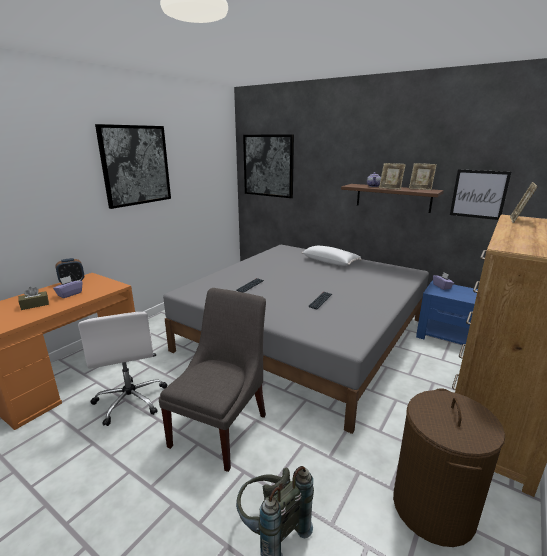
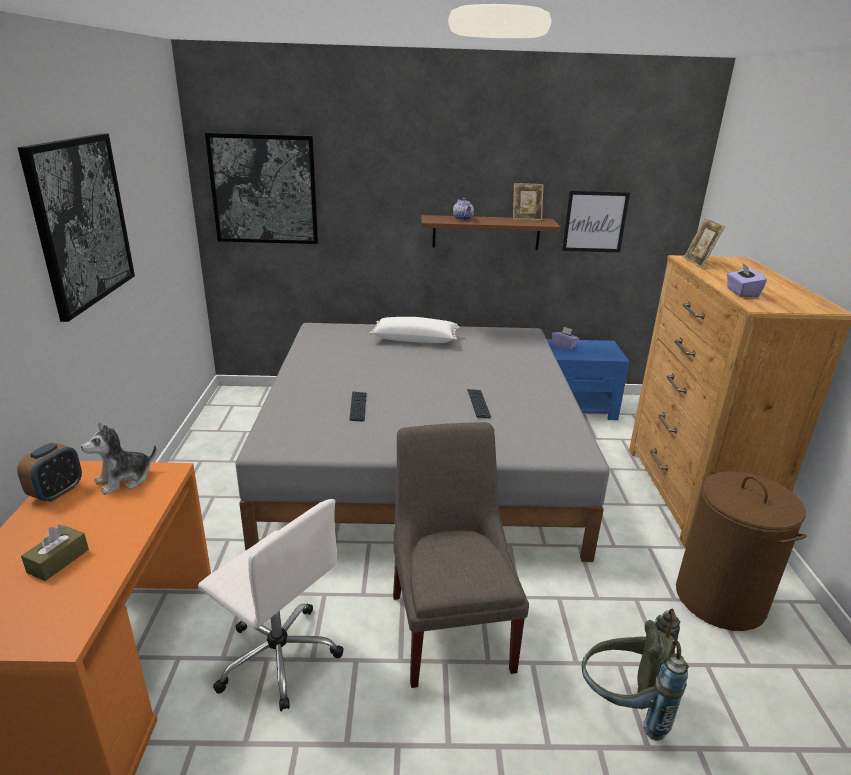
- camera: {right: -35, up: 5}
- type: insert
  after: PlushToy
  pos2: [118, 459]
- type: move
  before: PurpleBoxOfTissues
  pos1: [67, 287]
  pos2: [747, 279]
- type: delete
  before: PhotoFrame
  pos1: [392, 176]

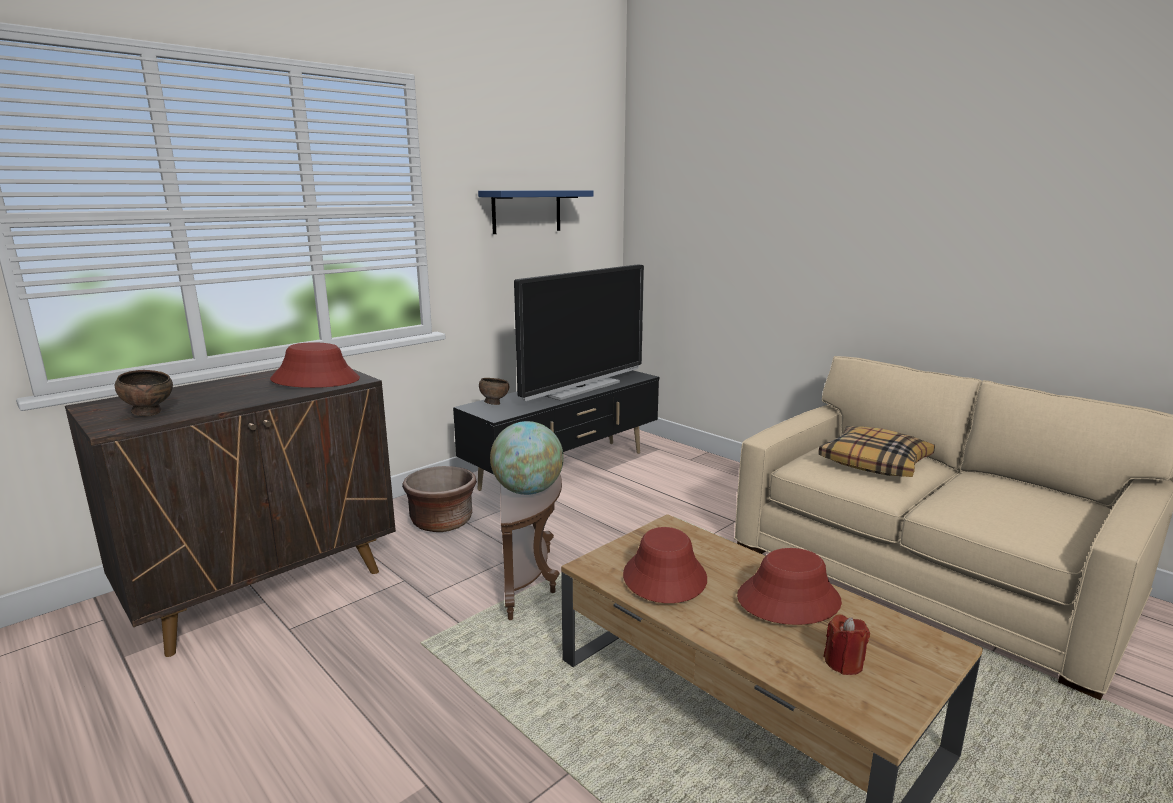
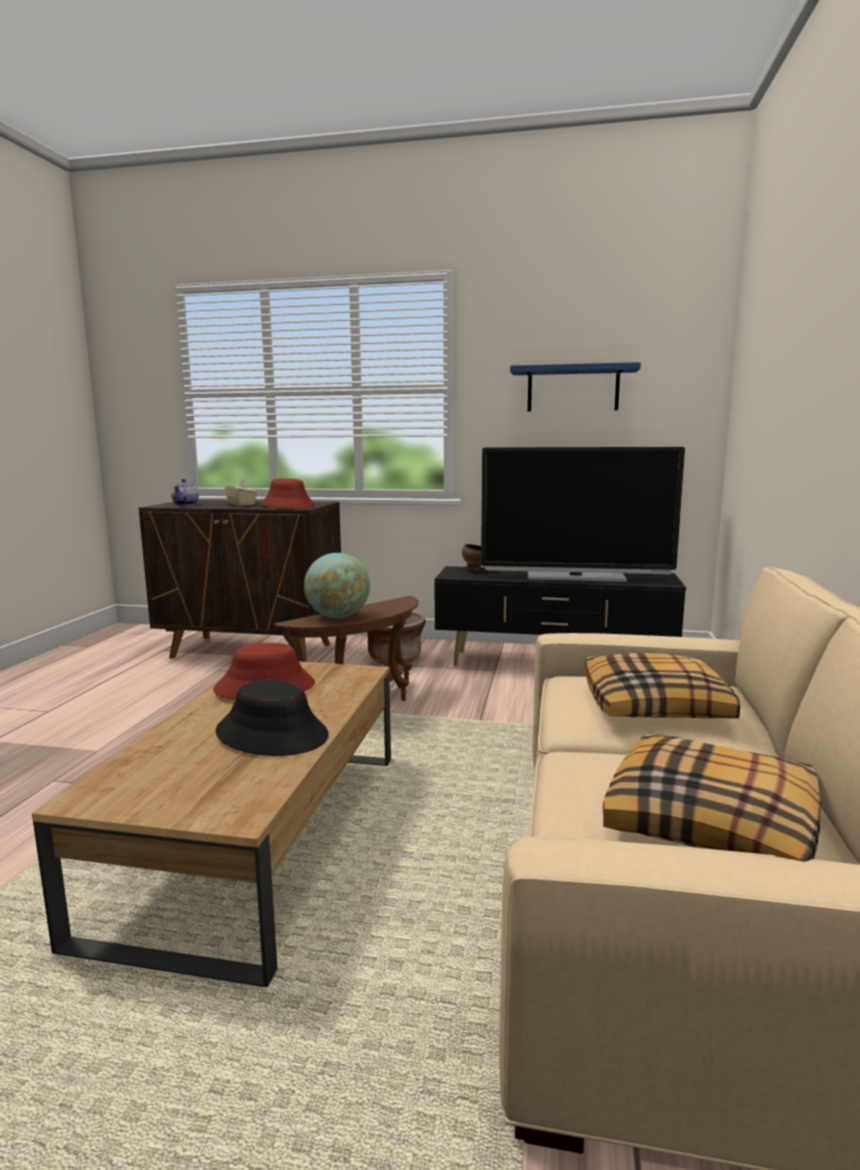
- camera: {right: 55, up: -5}
- type: replace
  before: BrownColouredBowl
  after: Teapot
  pos1: [143, 393]
  pos2: [185, 492]
- type: recolor
  before: RedColouredWearableHat
  after: BlackishWearableHat
  pos1: [789, 586]
  pos2: [272, 717]
- type: insert
  after: BeigeBoxOfTissues
  pos2: [241, 492]
- type: insert
  after: Cushion
  pos2: [712, 797]
- type: delete
  before: RedColouredWaxLight
  pos1: [847, 645]

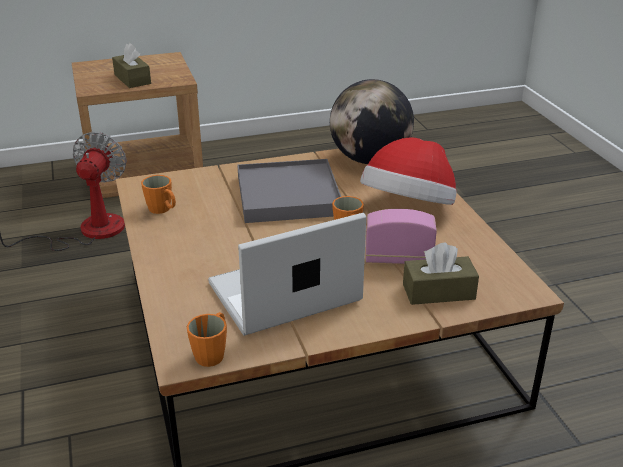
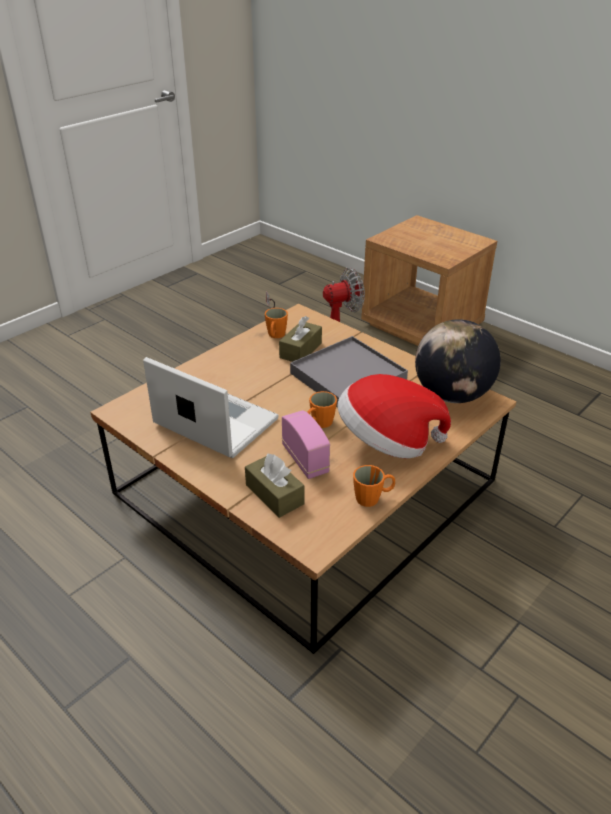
- camera: {right: 60, up: 5}
- type: move
  before: BrownColouredBoxOfTissues
  pos1: [131, 65]
  pos2: [300, 339]
- type: move
  before: OrangeyMug
  pos1: [207, 339]
  pos2: [374, 486]

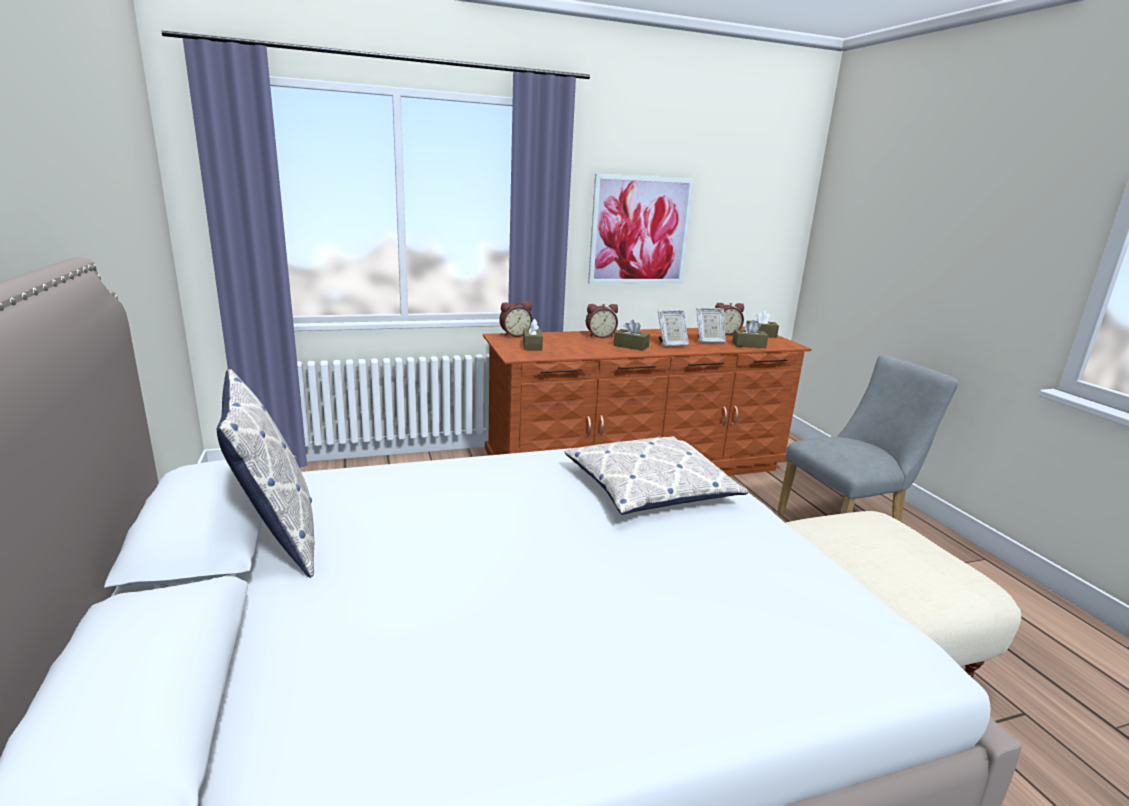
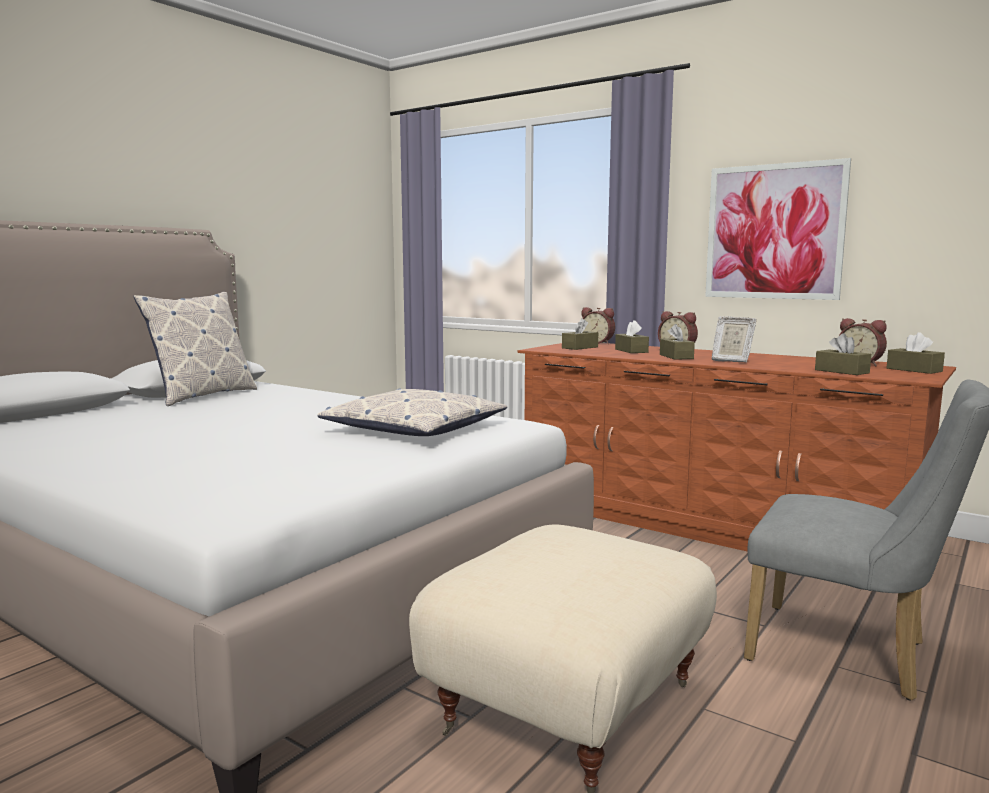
- camera: {right: 55, up: -10}
- type: insert
  after: BrownColouredBoxOfTissues
  pos2: [632, 336]
- type: delete
  before: PhotoFrame
  pos1: [711, 325]

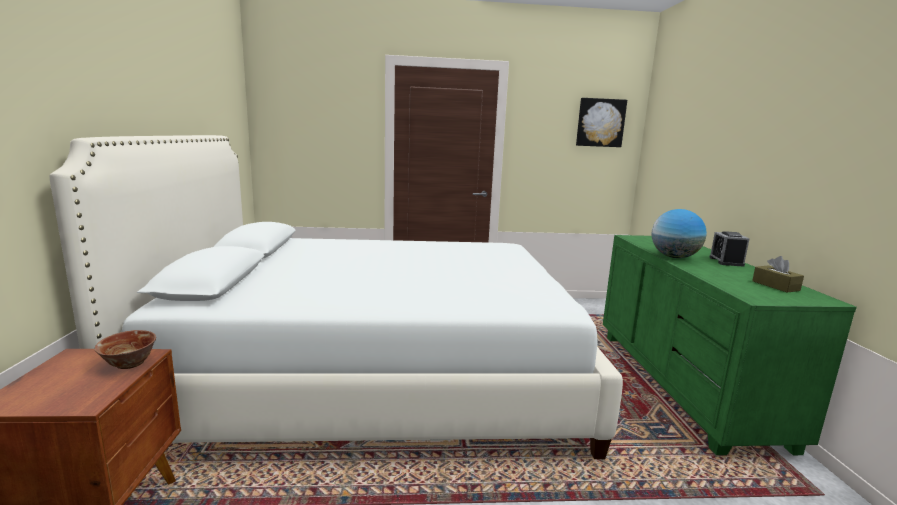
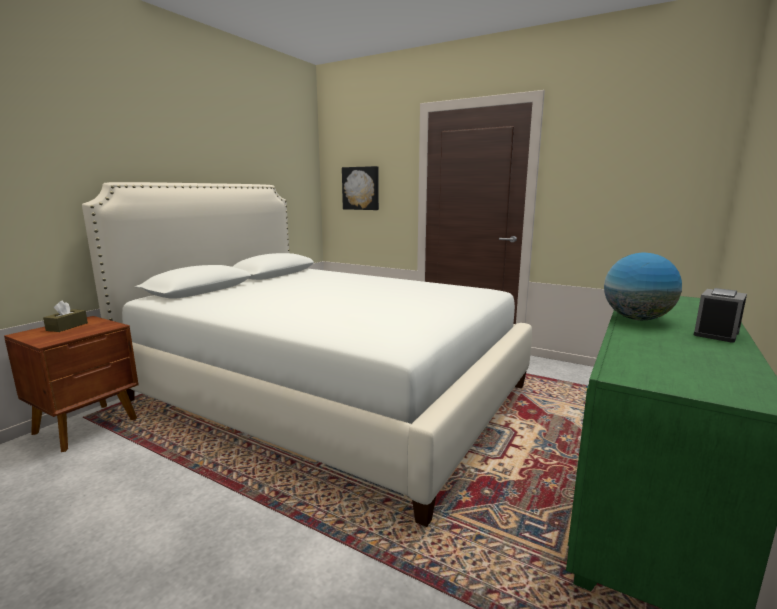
- camera: {right: 35, up: 0}
- type: move
  before: BrownColouredBoxOfTissues
  pos1: [778, 274]
  pos2: [65, 316]
- type: move
  before: WallPicture
  pos1: [601, 122]
  pos2: [360, 188]
- type: delete
  before: Bowl
  pos1: [125, 349]

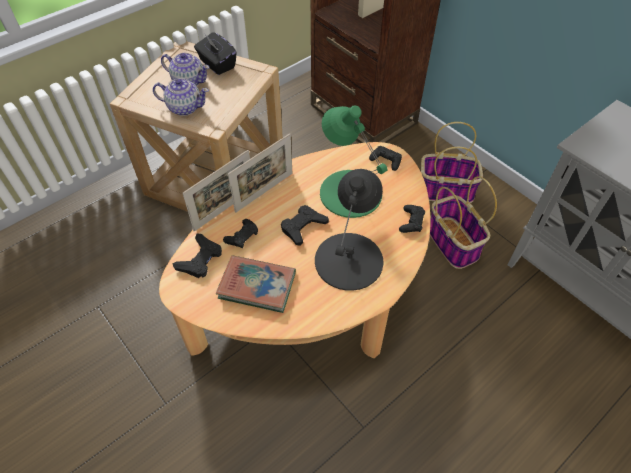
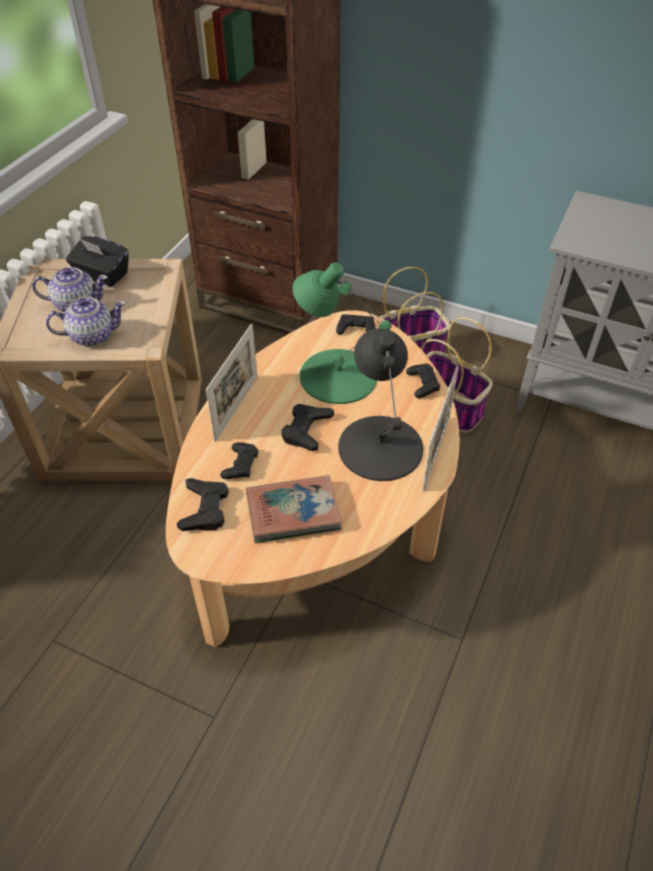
- camera: {right: -25, up: -5}
- type: move
  before: PhotoFrame
  pos1: [216, 191]
  pos2: [440, 429]

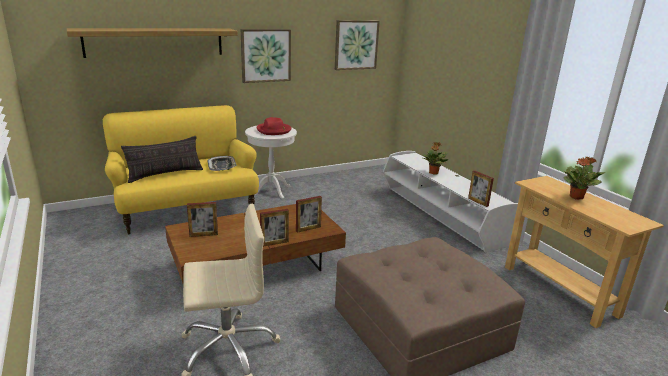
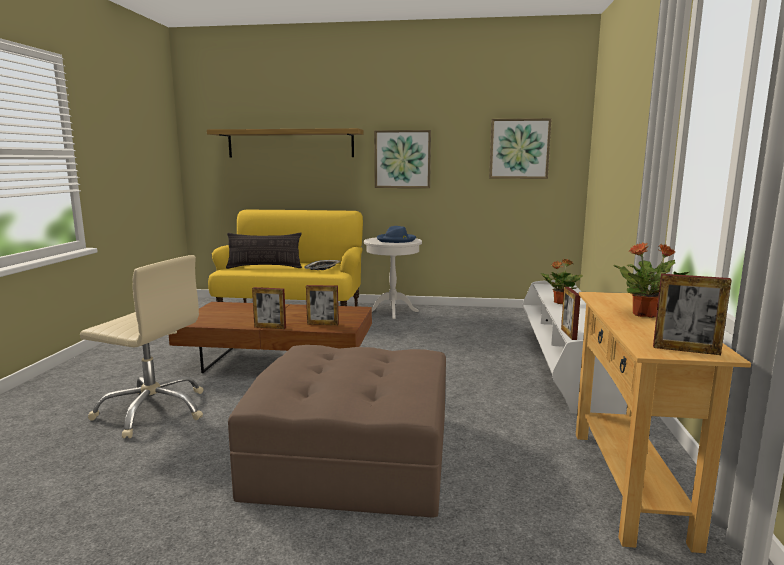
- camera: {right: 35, up: -10}
- type: recolor
  before: RedColouredWearableHat
  after: BlueWearableHat
  pos1: [274, 126]
  pos2: [396, 234]
- type: move
  before: PhotoFrame
  pos1: [202, 219]
  pos2: [692, 314]

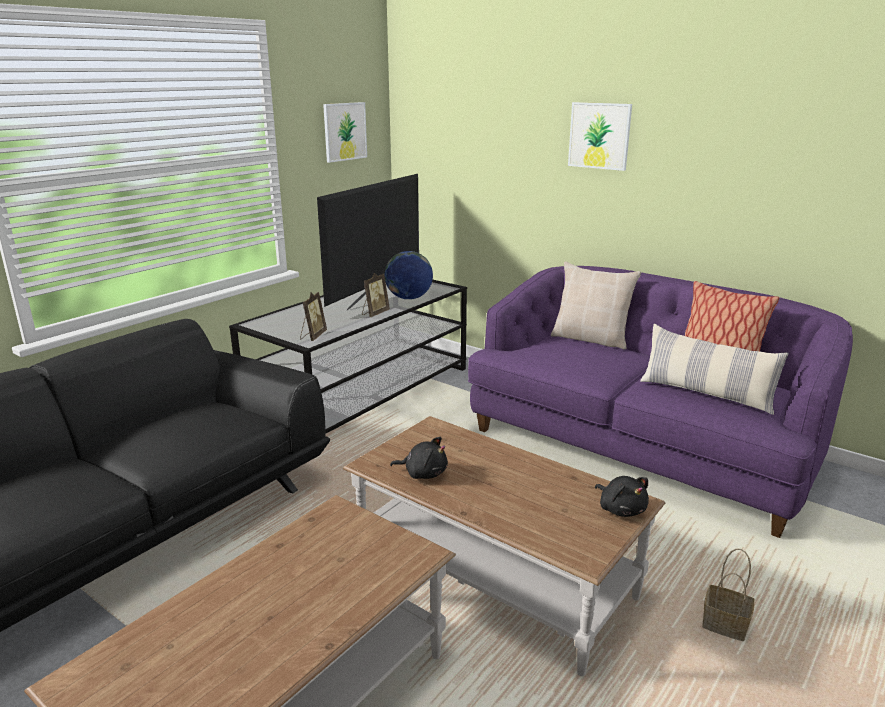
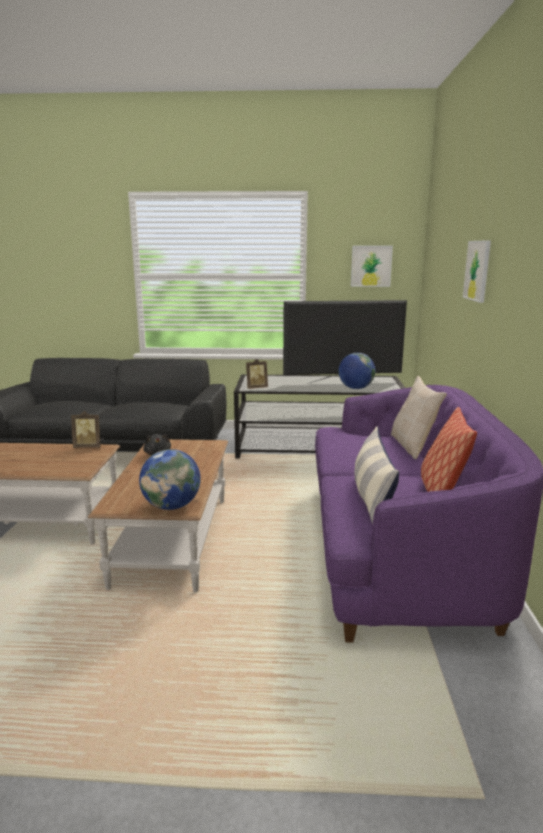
- camera: {right: 55, up: -5}
- type: move
  before: PhotoFrame
  pos1: [376, 295]
  pos2: [86, 429]
- type: replace
  before: BlackishPlushToy
  after: Globe
  pos1: [622, 496]
  pos2: [170, 479]
- type: delete
  before: HouseholdBasket
  pos1: [728, 594]

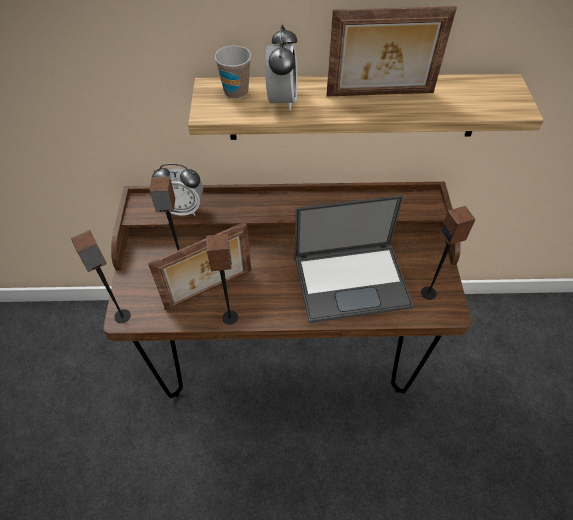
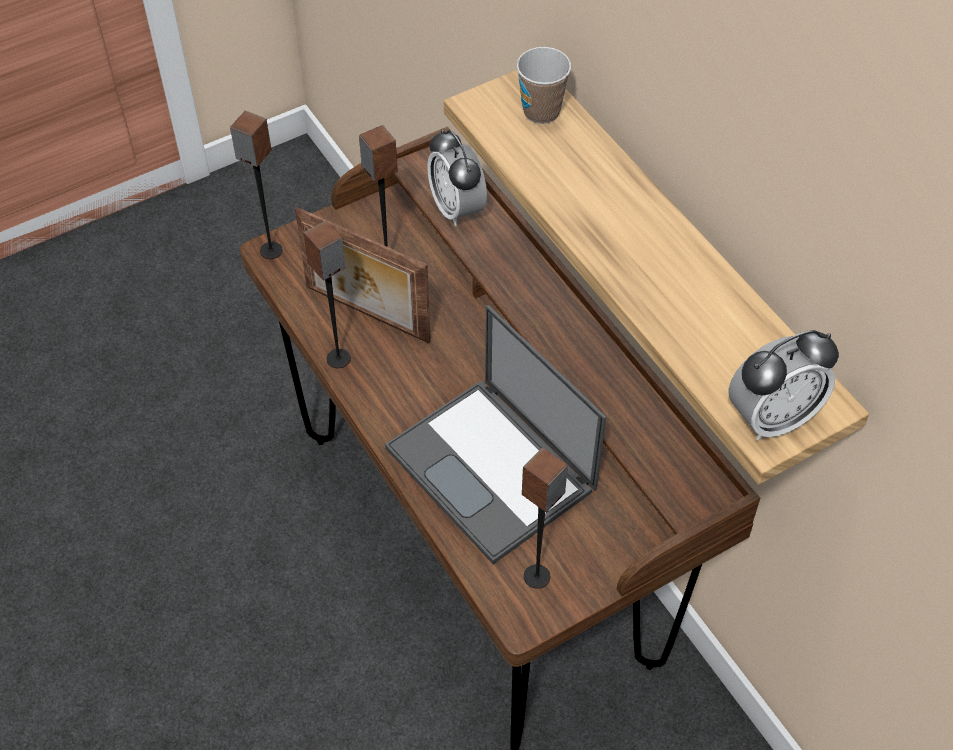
- camera: {right: 60, up: 0}
- type: move
  before: AlarmClock
  pos1: [281, 68]
  pos2: [784, 385]
- type: delete
  before: PhotoFrame
  pos1: [392, 51]

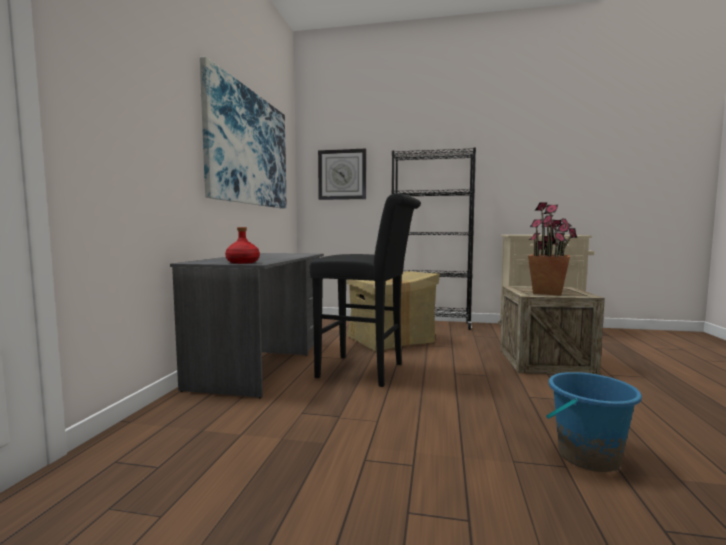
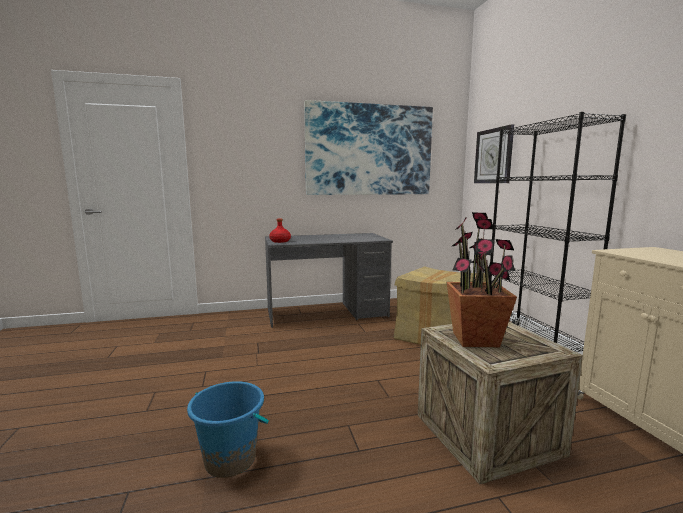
- camera: {right: 65, up: 5}
- type: delete
  before: BlackishStool
  pos1: [365, 290]

